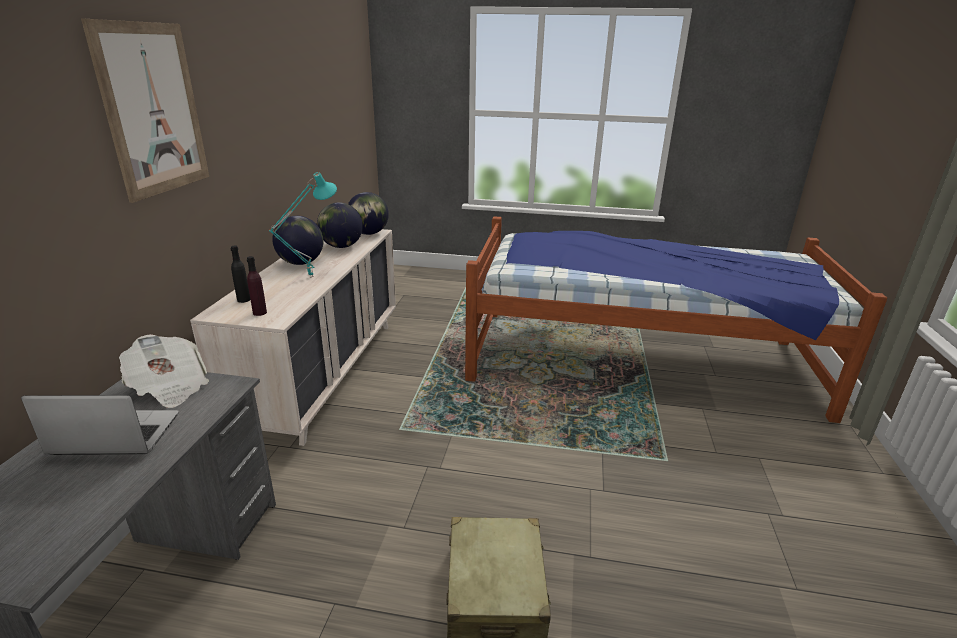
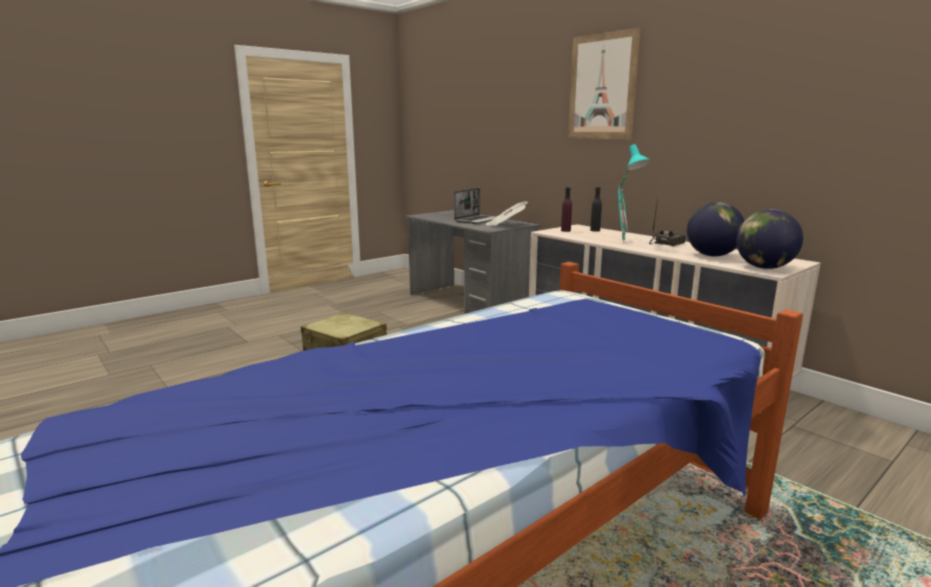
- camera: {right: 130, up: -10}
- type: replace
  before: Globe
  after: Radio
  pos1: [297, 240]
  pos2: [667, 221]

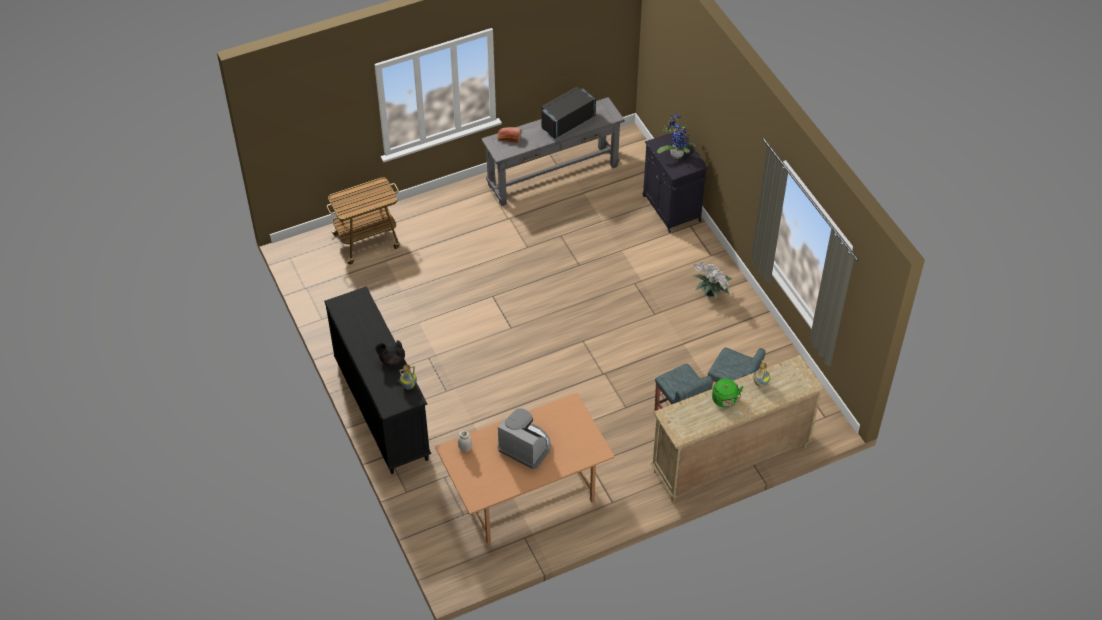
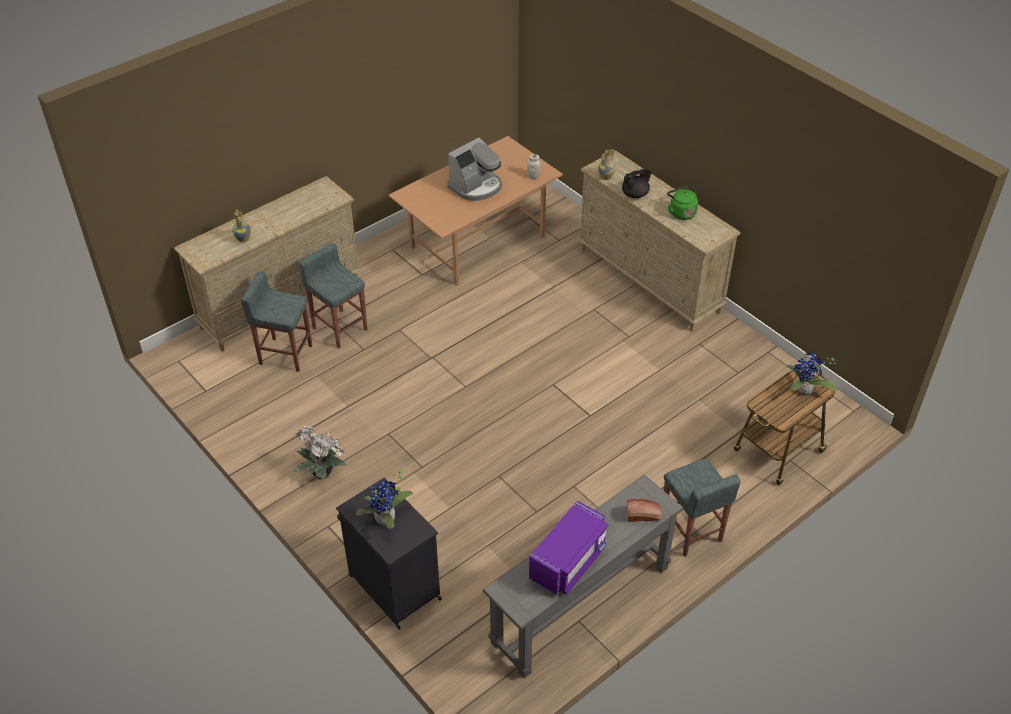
- camera: {right: 165, up: -5}
- type: rotate
  before: CoffeeMaker
  pos1: [524, 438]
  pos2: [474, 169]
  turn: -60
- type: recolor
  before: BlackishMicrowaveOven
  after: PurpleMicrowaveOven
  pos1: [568, 113]
  pos2: [569, 548]
- type: recolor
  before: BlackishDresser
  after: BeigeDresser
  pos1: [378, 380]
  pos2: [659, 240]
- type: insert
  after: GreyishStool
  pos2: [702, 508]
- type: move
  before: GreenWaterKettle
  pos1: [727, 392]
  pos2: [682, 203]
- type: insert
  after: PlantInAPot
  pos2: [811, 374]

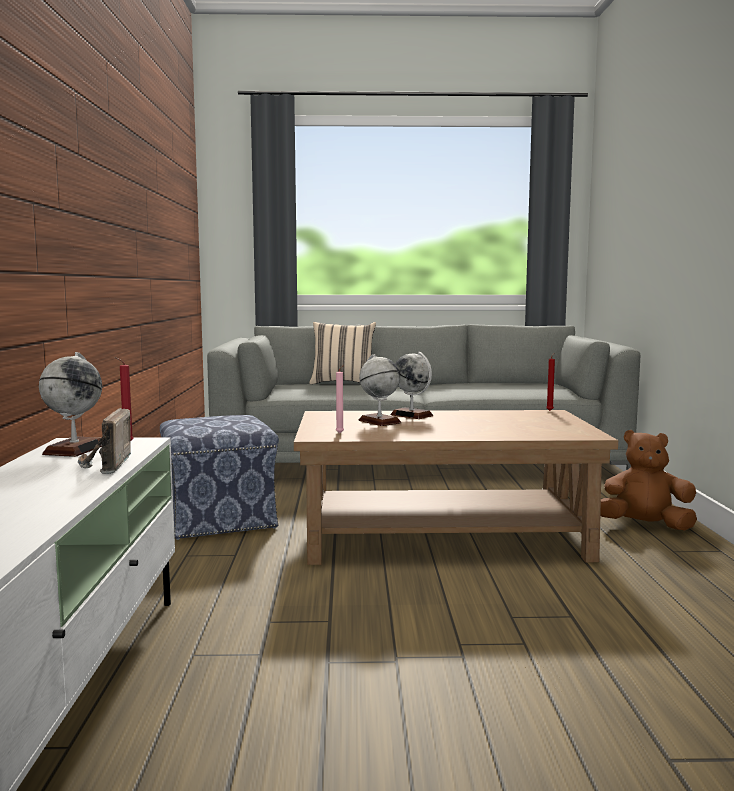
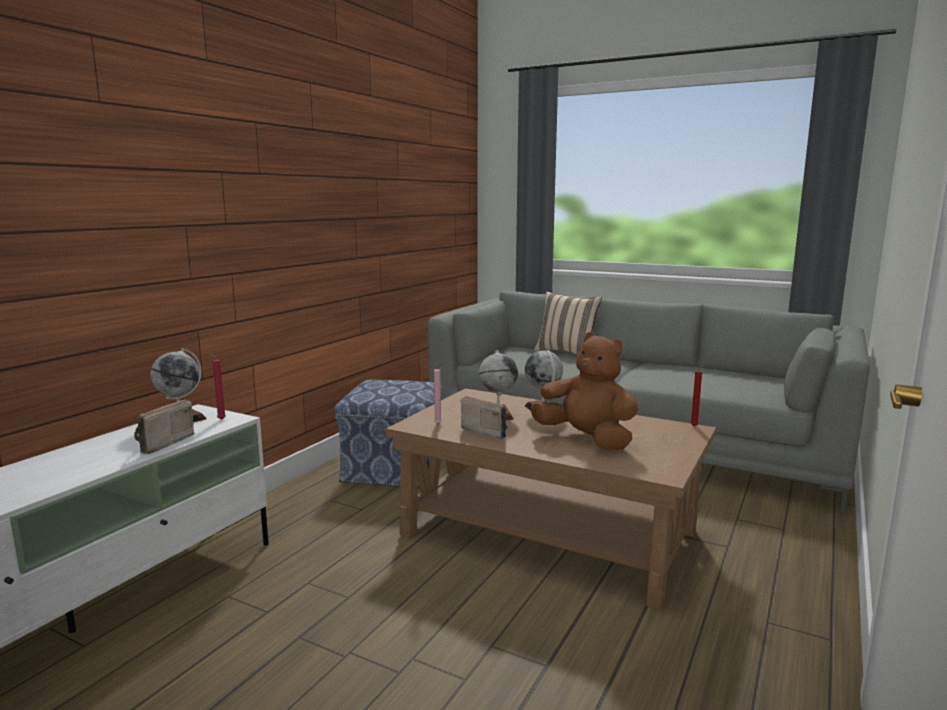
- camera: {right: 30, up: 5}
- type: insert
  after: Radio
  pos2: [486, 417]
- type: move
  before: BrownColouredPlushToy
  pos1: [648, 480]
  pos2: [584, 391]

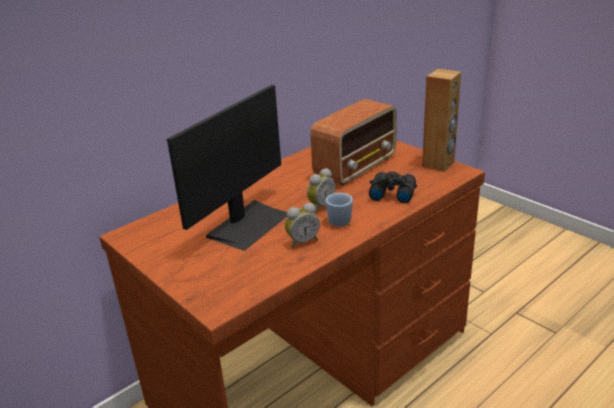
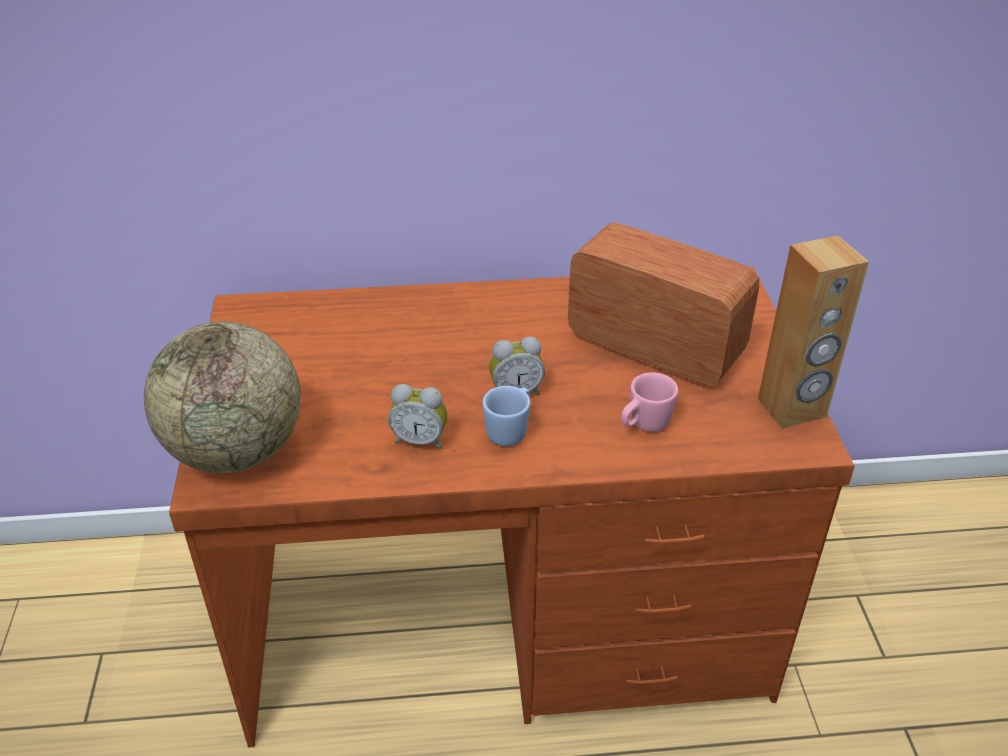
- camera: {right: 35, up: 10}
- type: insert
  after: Globe
  pos2: [222, 397]
- type: rotate
  before: Radio
  pos1: [353, 142]
  pos2: [663, 304]
  turn: -135
- type: replace
  before: BlackishBinoculars
  after: PinkMug
  pos1: [393, 187]
  pos2: [649, 402]
- type: delete
  before: ComputerScreen
  pos1: [227, 168]

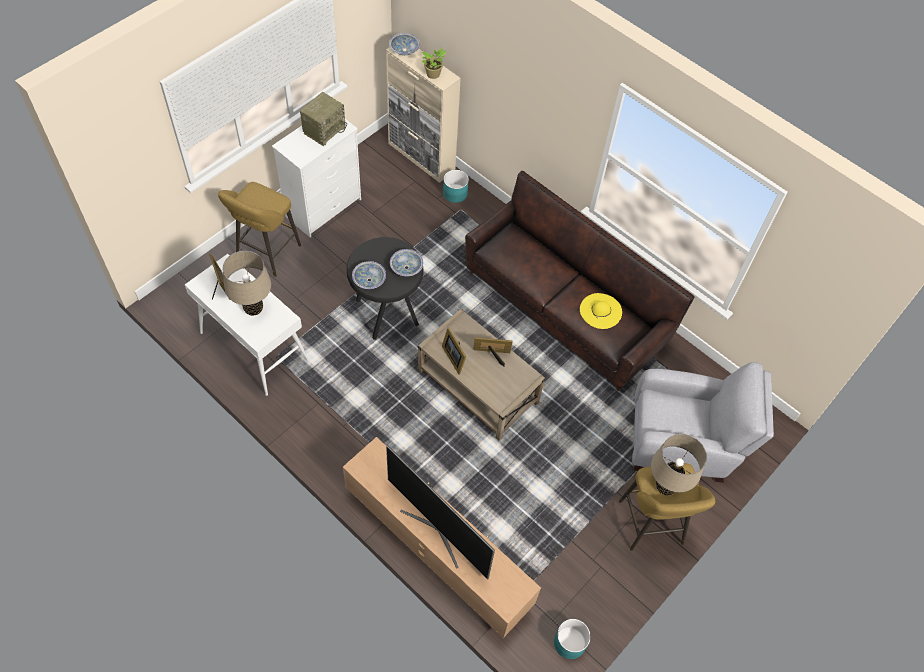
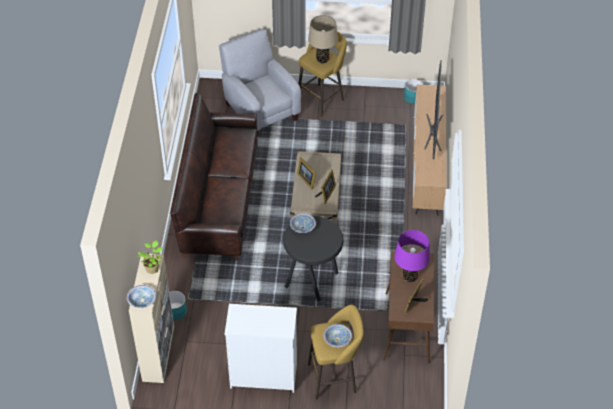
- camera: {right: -125, up: -10}
- type: move
  before: Bowl
  pos1: [369, 275]
  pos2: [338, 335]
- type: recolor
  before: WhitishNarrowTable
  after: BrownColouredNarrowTable
  pos1: [247, 325]
  pos2: [408, 307]
- type: recolor
  before: BeigeTableLamp
  after: PurpleTableLamp
  pos1: [246, 283]
  pos2: [412, 256]
- type: delete
  before: Radio
  pos1: [323, 119]
- type: delete
  before: YellowWearableHat
  pos1: [601, 311]

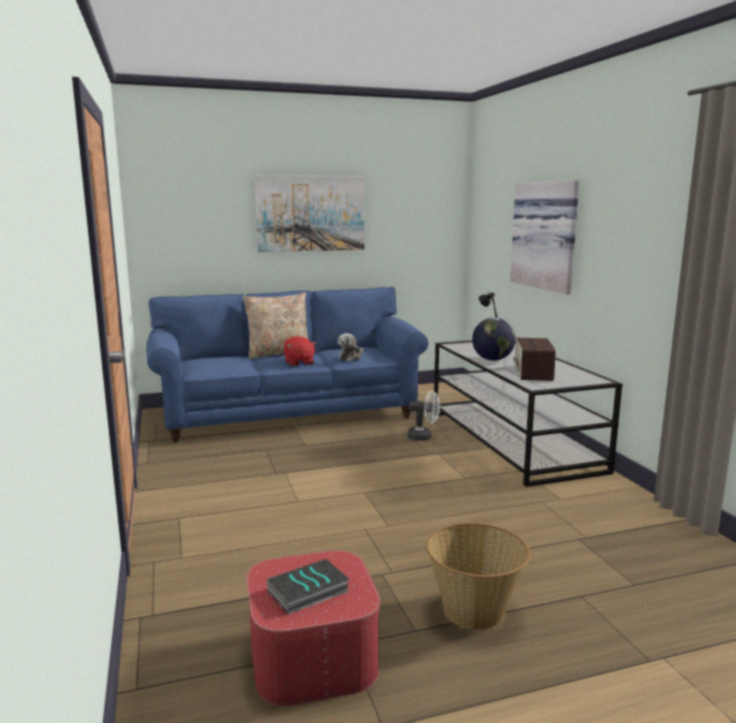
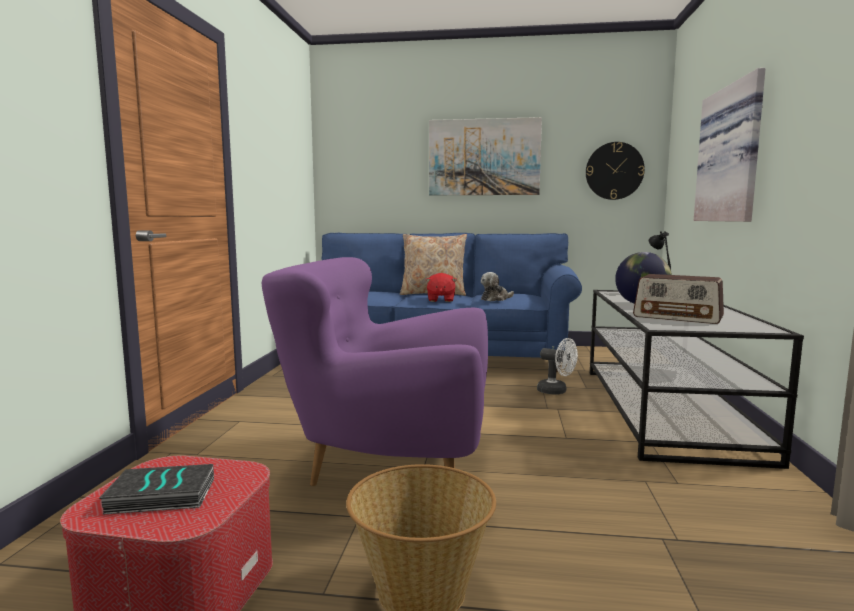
- camera: {right: 25, up: -5}
- type: insert
  after: PurpleEasyChair
  pos2: [375, 371]
- type: insert
  after: ClockOnTheWall
  pos2: [615, 171]
- type: rotate
  before: Radio
  pos1: [534, 359]
  pos2: [678, 299]
  turn: -90

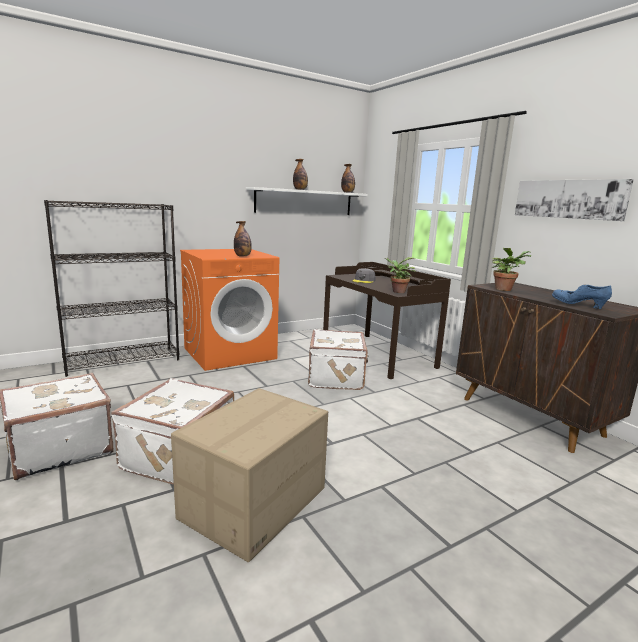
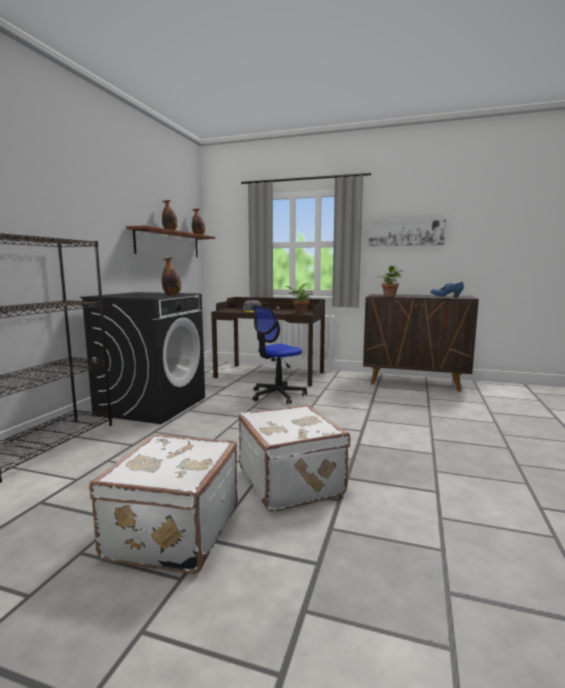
- camera: {right: -40, up: -5}
- type: recolor
  before: OrangeyLaundryAppliance
  after: BlackishLaundryAppliance
  pos1: [229, 310]
  pos2: [142, 358]
- type: recolor
  before: WhitishWallShelf
  after: BrownColouredWallShelf
  pos1: [307, 201]
  pos2: [170, 241]
- type: replace
  before: WhitishPieceOfLuggage
  after: DeskChair
  pos1: [338, 359]
  pos2: [279, 354]
- type: delete
  before: PackingBox
  pos1: [249, 475]

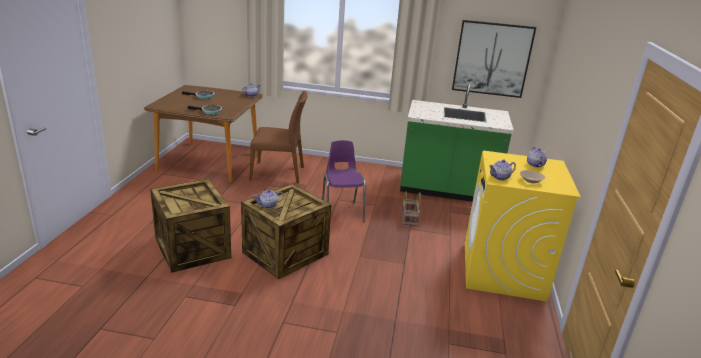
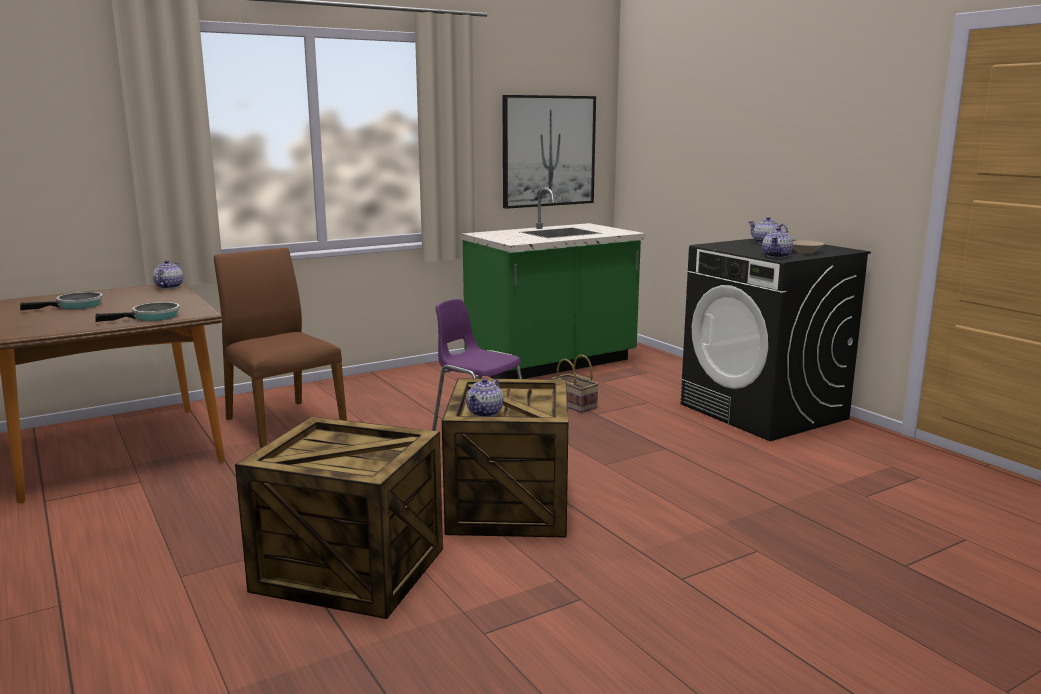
- camera: {right: -40, up: -10}
- type: rotate
  before: BrownColouredPlainChair
  pos1: [278, 137]
  pos2: [280, 348]
  turn: -90
- type: recolor
  before: YellowLaundryAppliance
  after: BlackishLaundryAppliance
  pos1: [523, 226]
  pos2: [776, 339]

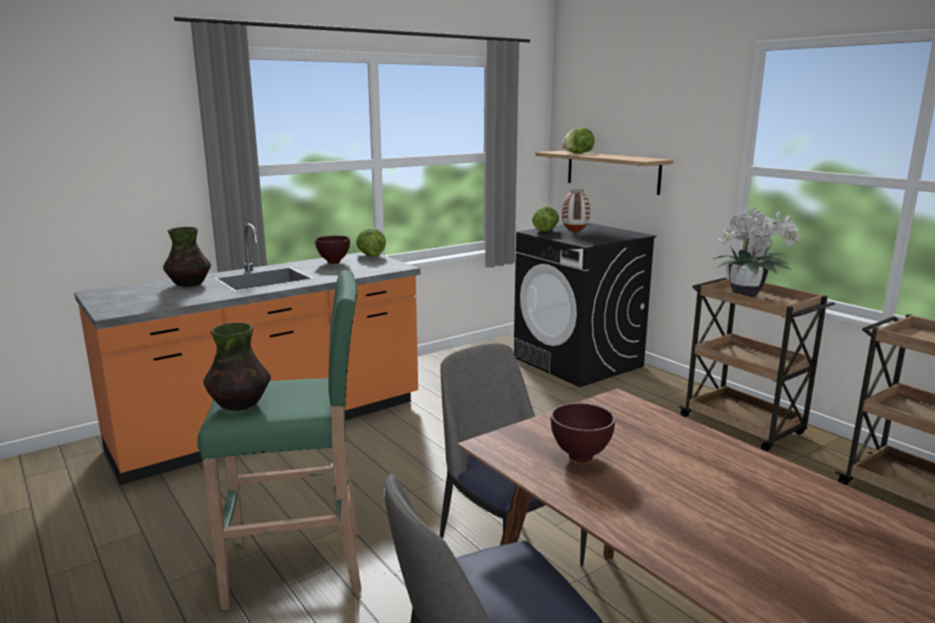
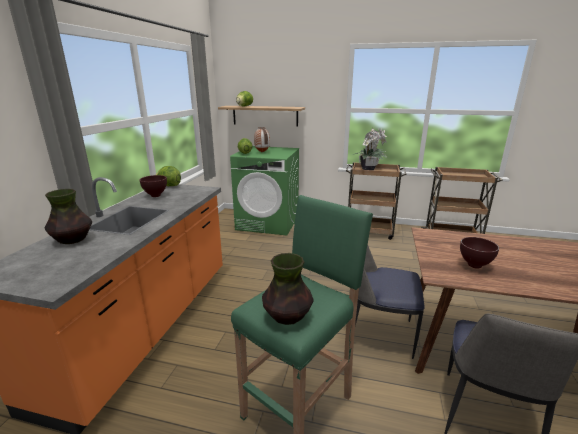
- camera: {right: -40, up: 5}
- type: recolor
  before: BlackishLaundryAppliance
  after: GreenLaundryAppliance
  pos1: [585, 305]
  pos2: [264, 190]

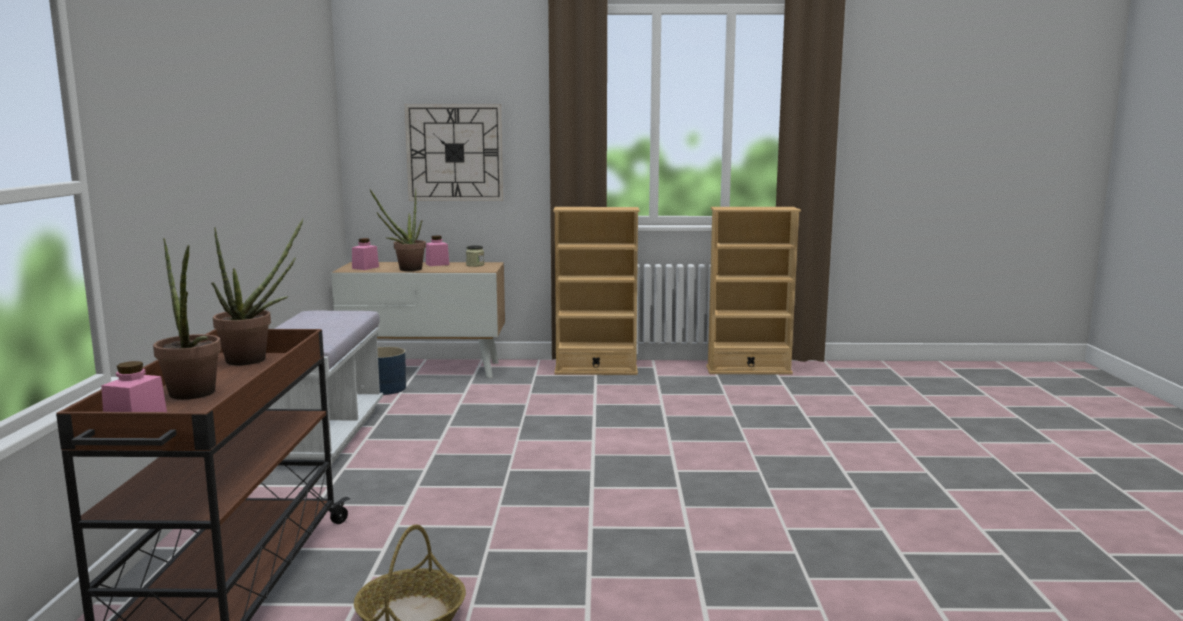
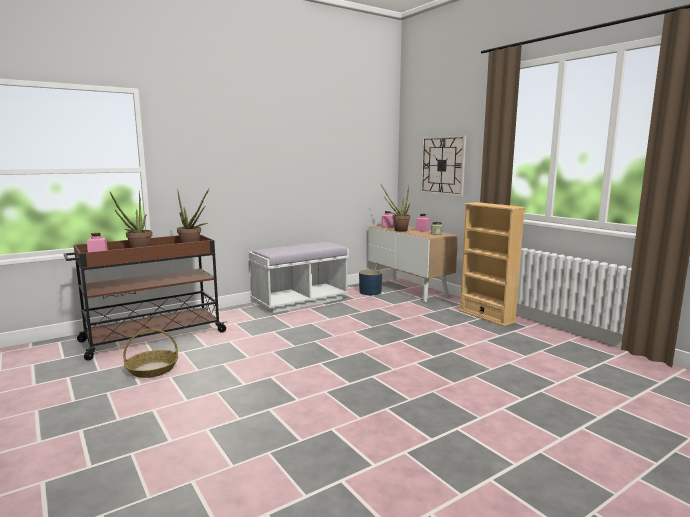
- camera: {right: 55, up: 0}
- type: delete
  before: BeigeBookshelf
  pos1: [753, 291]

